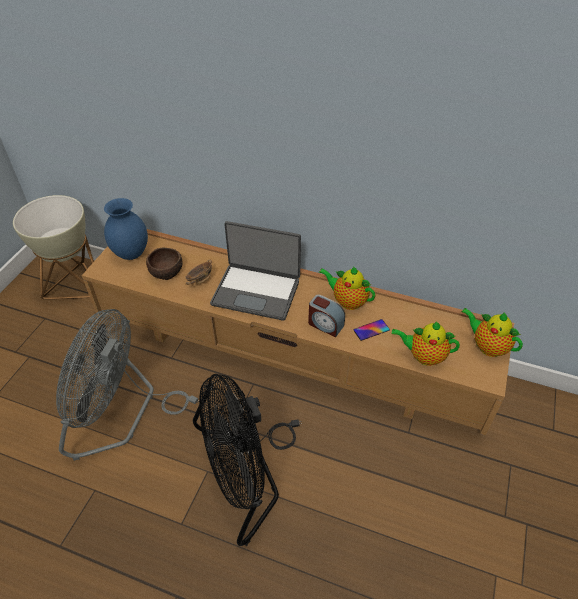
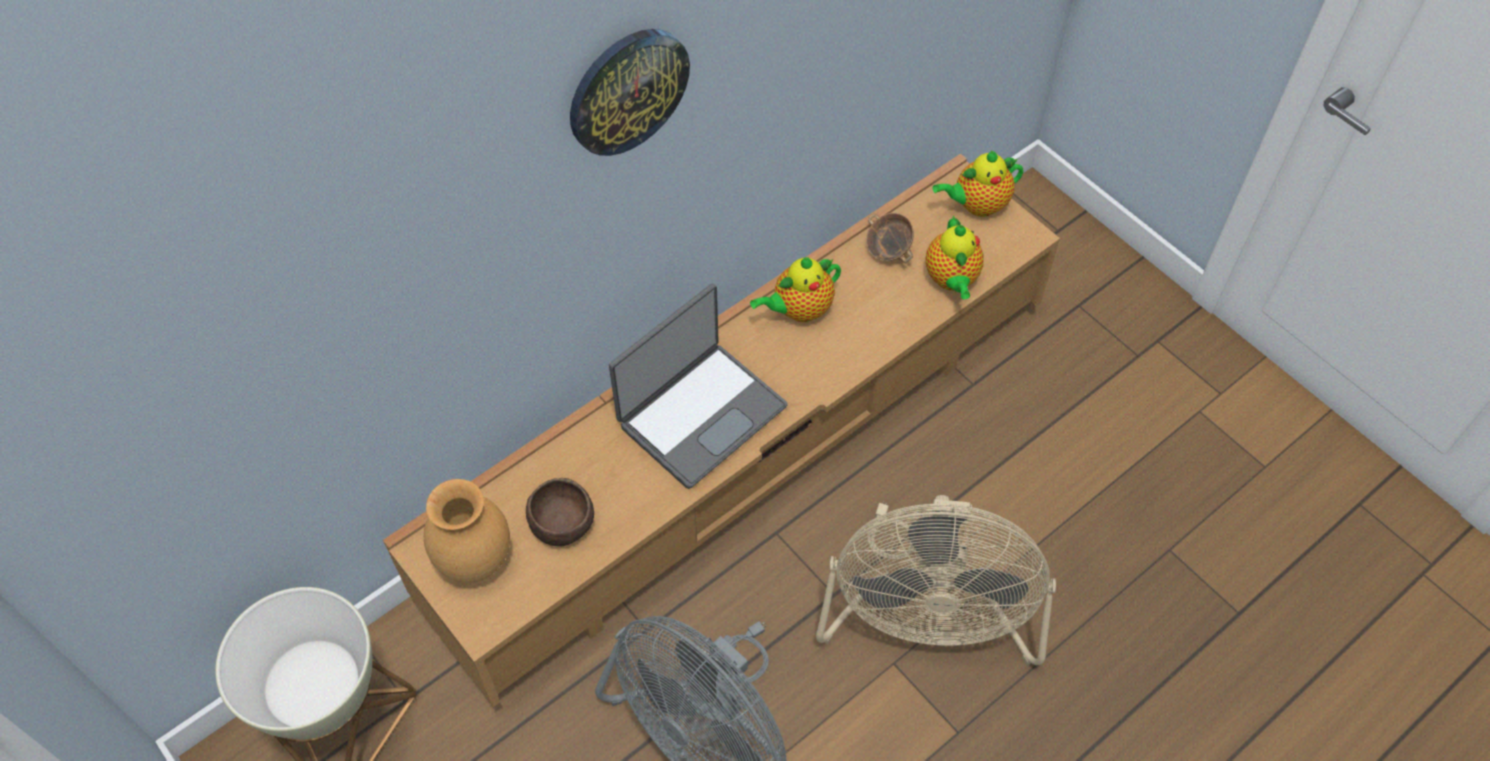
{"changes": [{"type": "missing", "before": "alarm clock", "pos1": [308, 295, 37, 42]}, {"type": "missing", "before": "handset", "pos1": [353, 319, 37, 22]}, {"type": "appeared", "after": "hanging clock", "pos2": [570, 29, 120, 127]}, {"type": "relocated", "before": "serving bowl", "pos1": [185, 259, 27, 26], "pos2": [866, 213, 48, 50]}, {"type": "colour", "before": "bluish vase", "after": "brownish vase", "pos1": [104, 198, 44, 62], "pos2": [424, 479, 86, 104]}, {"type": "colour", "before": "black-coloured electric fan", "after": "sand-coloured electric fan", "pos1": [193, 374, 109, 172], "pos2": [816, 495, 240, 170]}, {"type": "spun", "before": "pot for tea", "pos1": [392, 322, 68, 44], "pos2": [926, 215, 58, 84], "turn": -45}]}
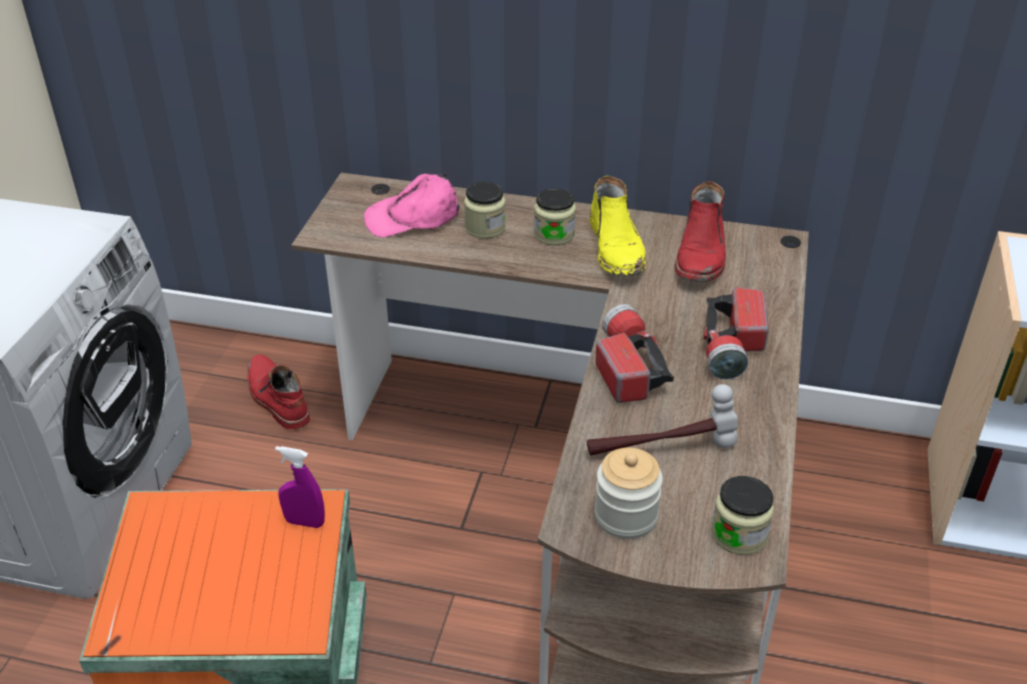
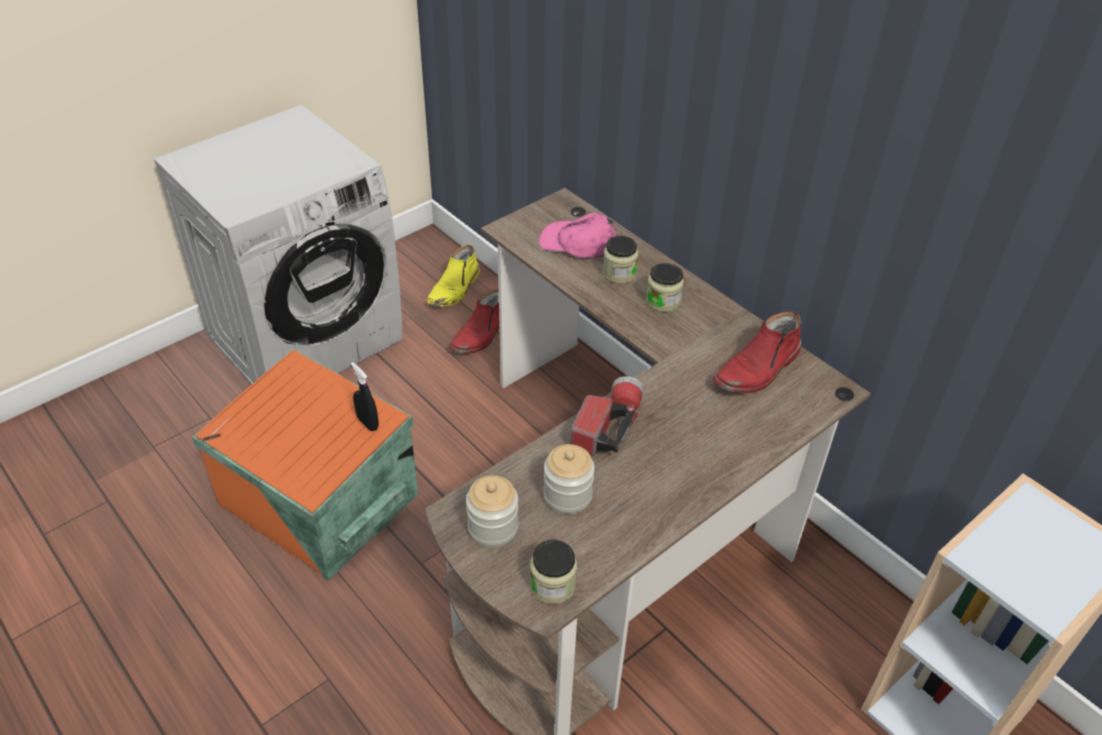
{"changes": [{"type": "missing", "before": "flashlight", "pos1": [703, 287, 66, 92]}, {"type": "relocated", "before": "yellow-coloured boot", "pos1": [590, 176, 56, 100], "pos2": [426, 245, 54, 62]}, {"type": "exchanged", "before": "hammer", "after": "preserve jar", "pos1": [587, 384, 151, 71], "pos2": [543, 444, 52, 70]}, {"type": "colour", "before": "purple-coloured spray bottle", "after": "black-coloured spray bottle", "pos1": [275, 446, 50, 82], "pos2": [351, 362, 28, 69]}, {"type": "spun", "before": "red-coloured boot", "pos1": [247, 355, 63, 74], "pos2": [449, 289, 51, 65], "turn": -150}]}
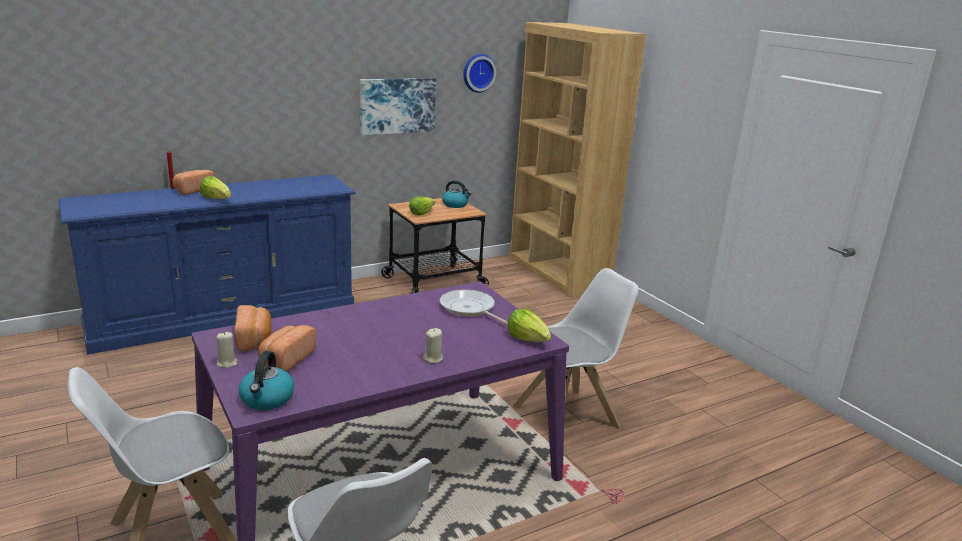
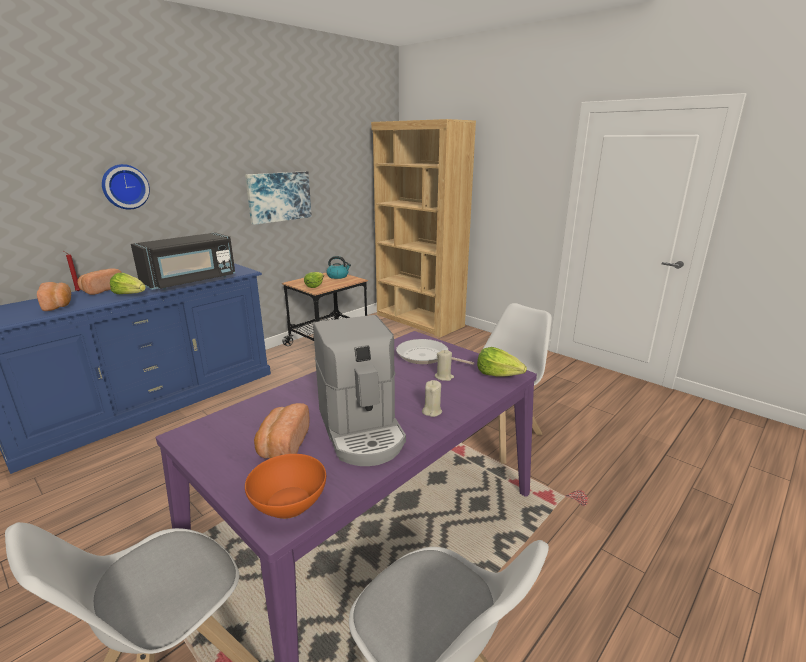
{"changes": [{"type": "appeared", "after": "black-coloured microwave", "pos2": [131, 232, 104, 58]}, {"type": "appeared", "after": "coffee machine", "pos2": [313, 315, 93, 151]}, {"type": "relocated", "before": "sand-coloured candle", "pos1": [216, 332, 21, 36], "pos2": [435, 350, 19, 31]}, {"type": "relocated", "before": "baked bread", "pos1": [235, 305, 37, 46], "pos2": [37, 282, 34, 29]}, {"type": "relocated", "before": "hanging clock", "pos1": [463, 54, 33, 39], "pos2": [102, 164, 48, 46]}, {"type": "exchanged", "before": "water kettle", "after": "orangey serving bowl", "pos1": [239, 351, 55, 59], "pos2": [245, 454, 81, 65]}]}
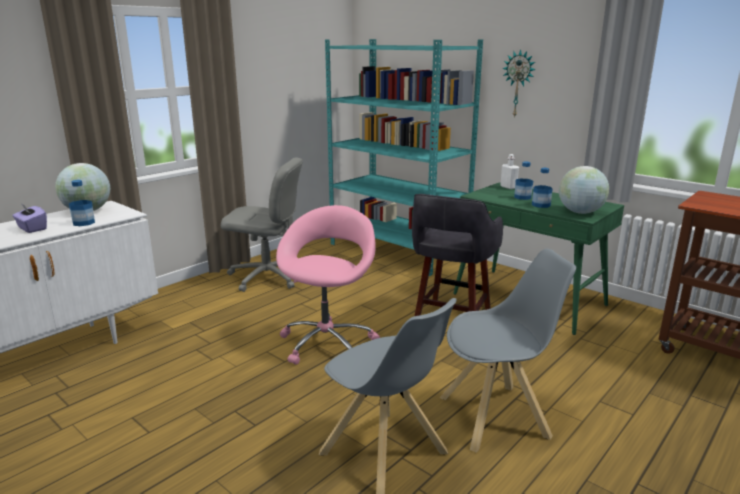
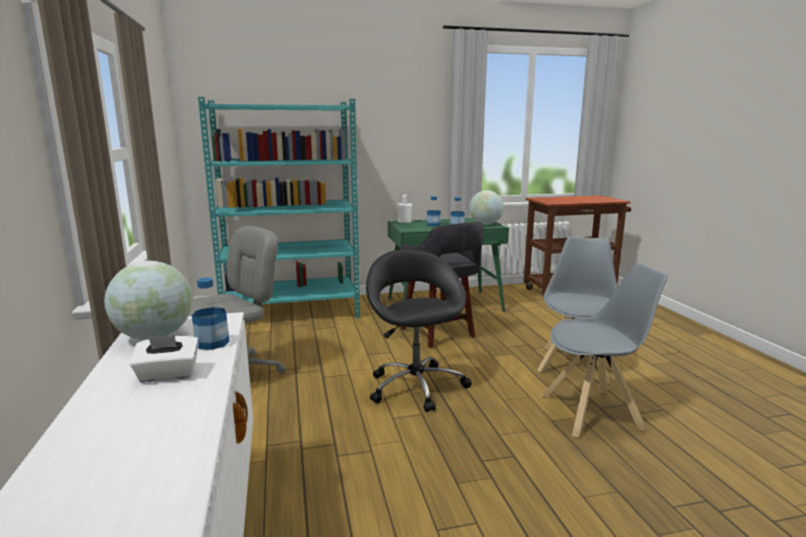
{"changes": [{"type": "missing", "before": "hanging clock", "pos1": [502, 49, 34, 69]}, {"type": "colour", "before": "purple-coloured tissue holder", "after": "white-coloured tissue holder", "pos1": [12, 203, 35, 30], "pos2": [130, 335, 69, 48]}, {"type": "colour", "before": "pink desk chair", "after": "black-coloured desk chair", "pos1": [276, 205, 104, 160], "pos2": [366, 249, 106, 163]}]}
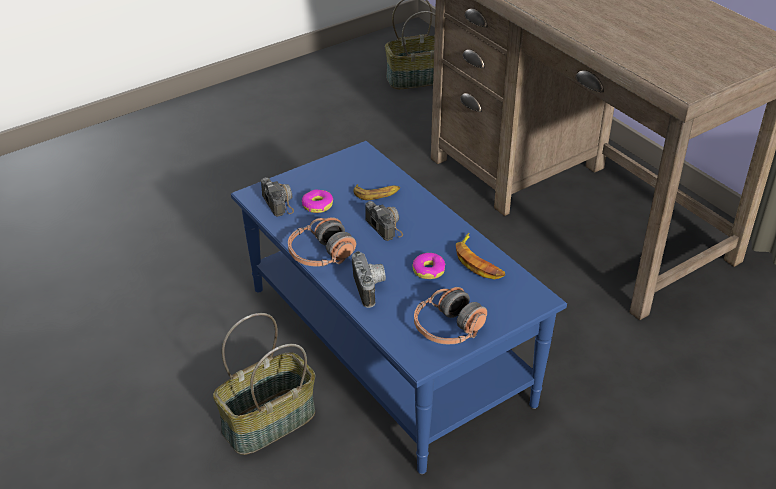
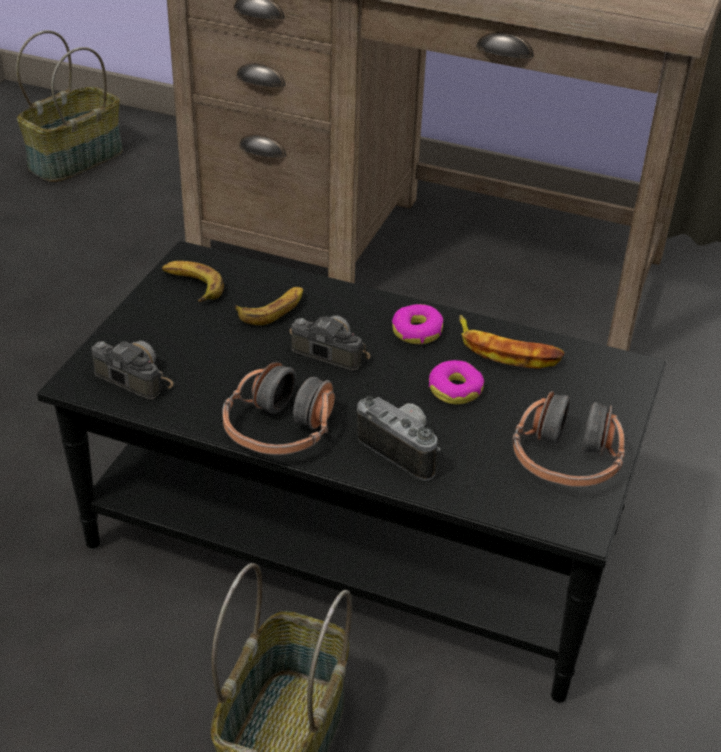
{"changes": [{"type": "appeared", "after": "banana fruit", "pos2": [162, 261, 62, 41]}, {"type": "relocated", "before": "donut", "pos1": [302, 190, 31, 23], "pos2": [392, 304, 51, 40]}, {"type": "colour", "before": "bluish low table", "after": "black-coloured low table", "pos1": [231, 141, 336, 333], "pos2": [37, 240, 629, 463]}]}
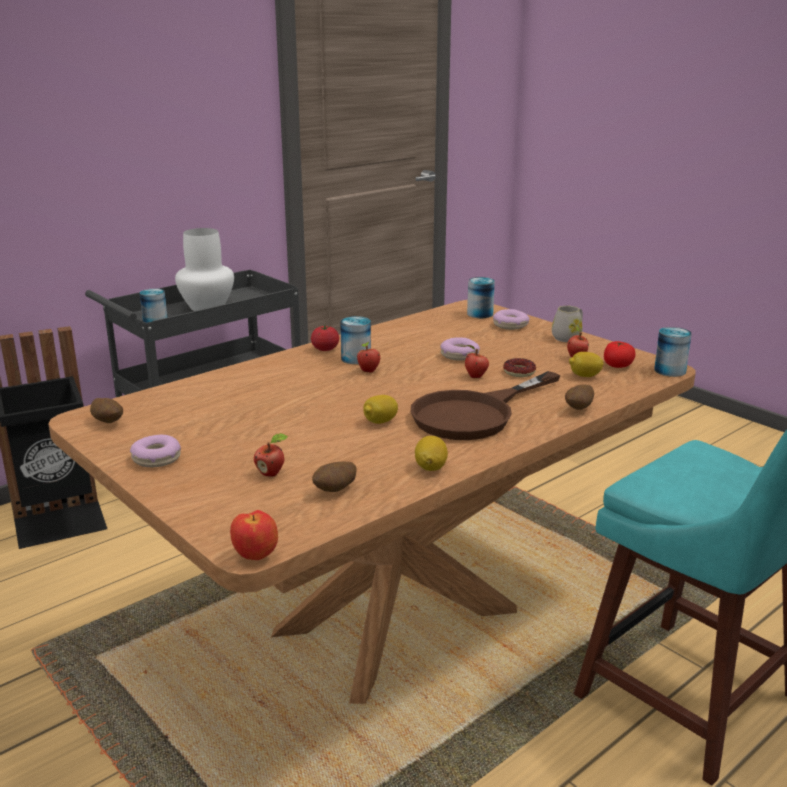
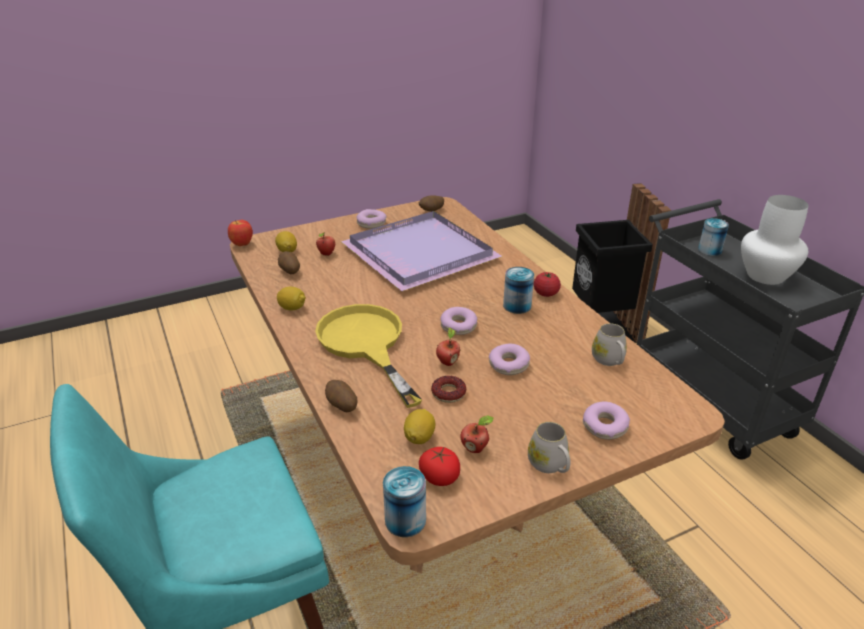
{"changes": [{"type": "missing", "before": "whole apple", "pos1": [357, 342, 23, 31]}, {"type": "missing", "before": "can", "pos1": [467, 277, 28, 41]}, {"type": "appeared", "after": "purple-coloured tray", "pos2": [341, 211, 161, 80]}, {"type": "appeared", "after": "donut", "pos2": [440, 307, 37, 28]}, {"type": "appeared", "after": "white-coloured mug", "pos2": [592, 323, 35, 43]}, {"type": "relocated", "before": "lemon", "pos1": [363, 395, 35, 29], "pos2": [275, 231, 22, 21]}, {"type": "colour", "before": "brownish frying pan", "after": "yellow-coloured frying pan", "pos1": [411, 371, 150, 69], "pos2": [315, 304, 107, 104]}]}
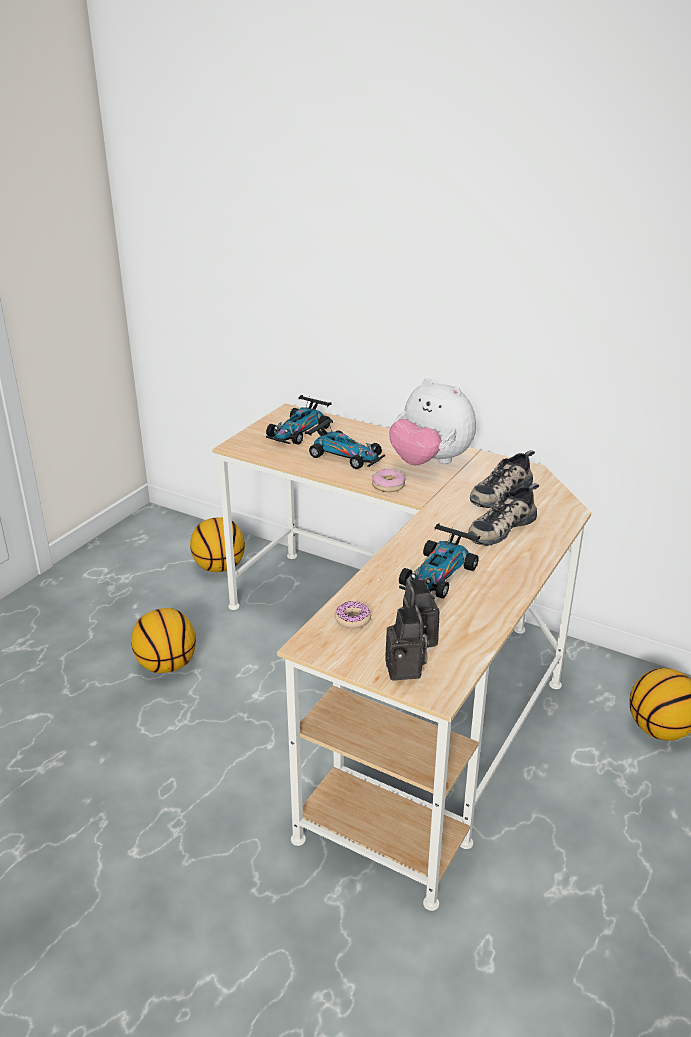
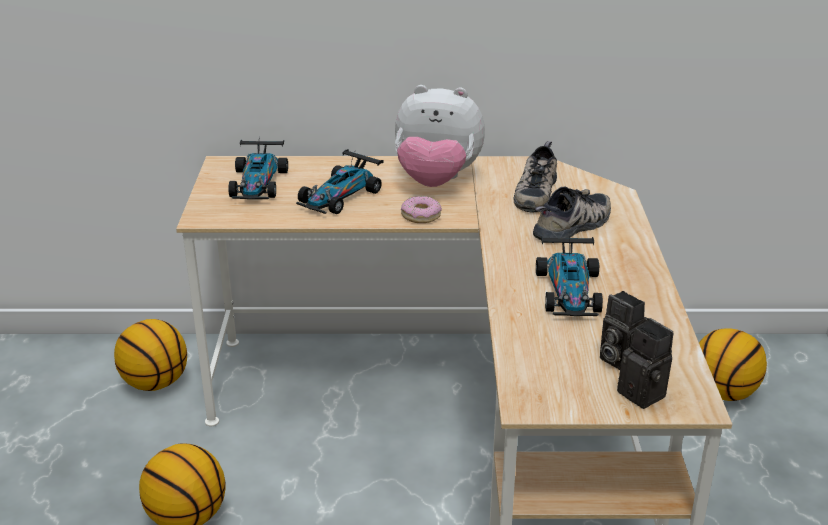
{"changes": [{"type": "missing", "before": "donut", "pos1": [335, 601, 36, 28]}, {"type": "spun", "before": "miniature car", "pos1": [305, 419, 80, 50], "pos2": [296, 149, 88, 65], "turn": 120}, {"type": "spun", "before": "low shoe", "pos1": [468, 483, 71, 63], "pos2": [533, 186, 78, 54], "turn": -150}]}
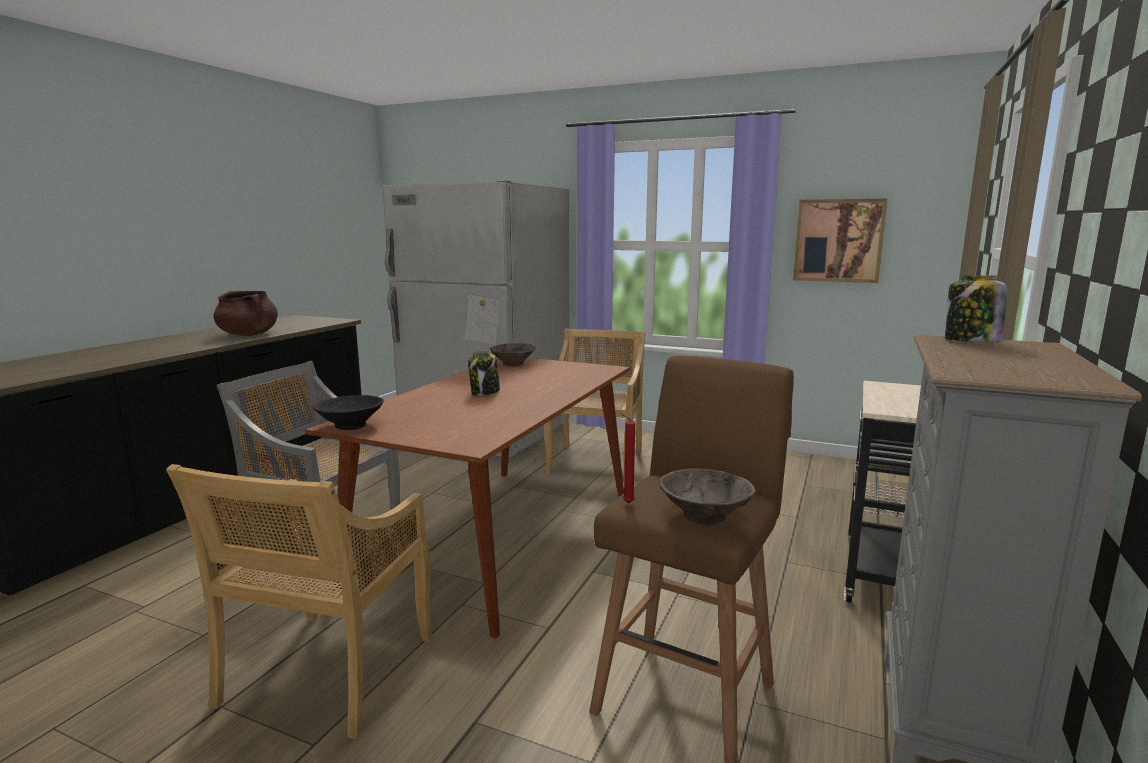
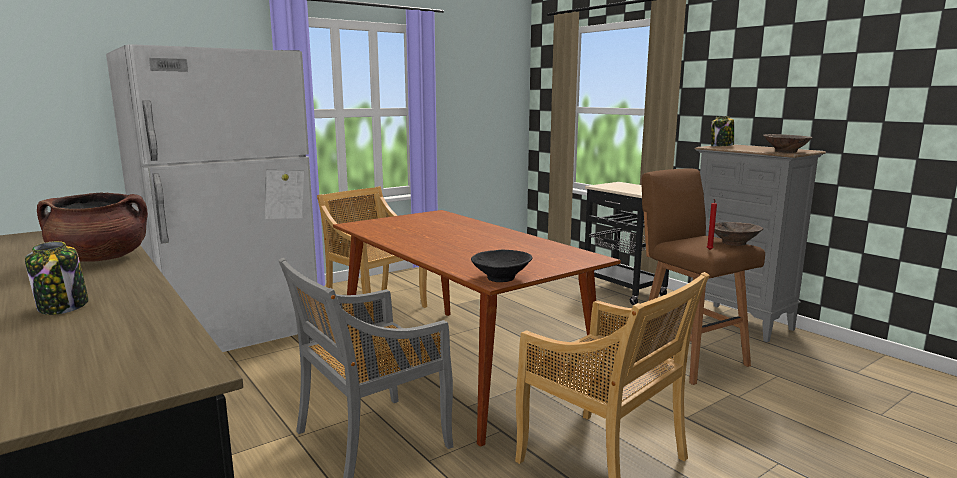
{"changes": [{"type": "missing", "before": "wall art", "pos1": [793, 199, 94, 84]}, {"type": "relocated", "before": "preserve jar", "pos1": [468, 350, 32, 46], "pos2": [25, 241, 64, 74]}, {"type": "relocated", "before": "brownish serving bowl", "pos1": [490, 343, 45, 23], "pos2": [763, 134, 50, 19]}]}
